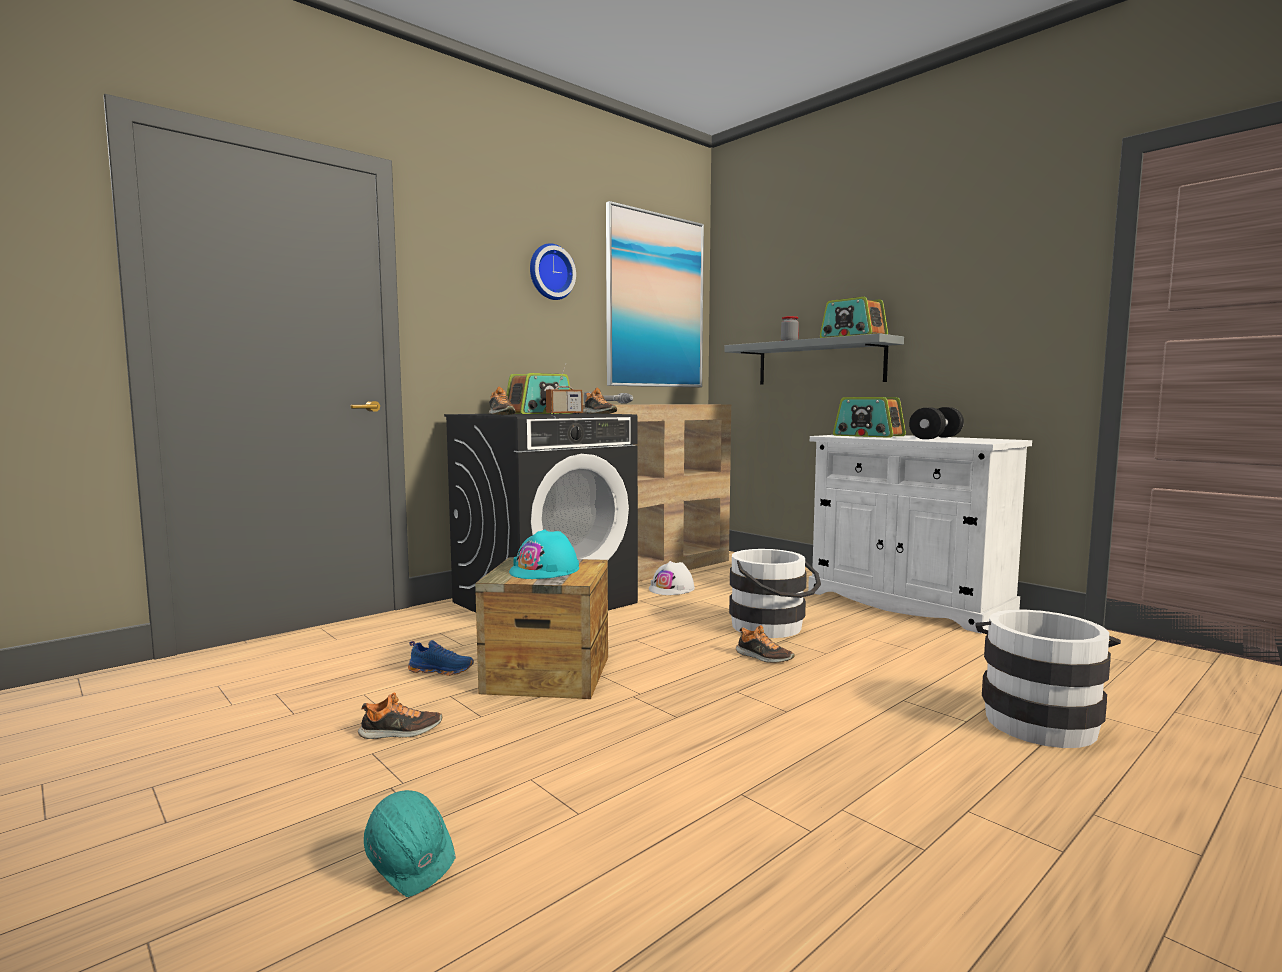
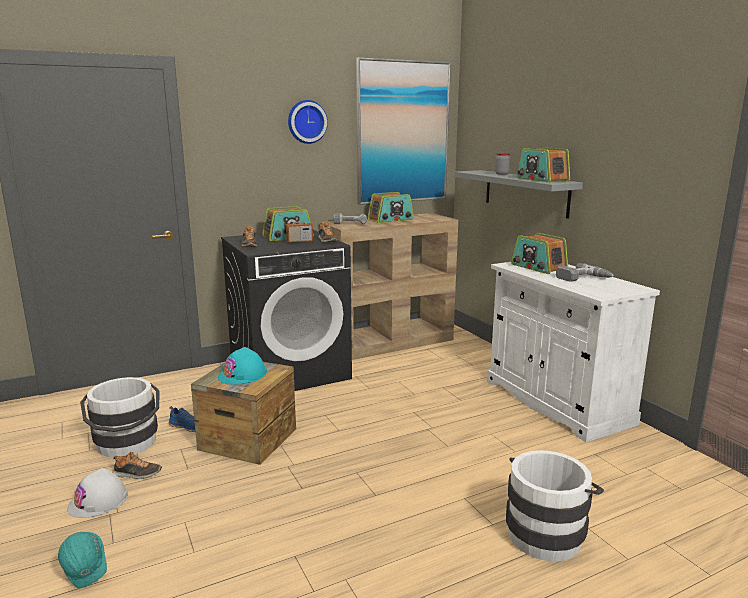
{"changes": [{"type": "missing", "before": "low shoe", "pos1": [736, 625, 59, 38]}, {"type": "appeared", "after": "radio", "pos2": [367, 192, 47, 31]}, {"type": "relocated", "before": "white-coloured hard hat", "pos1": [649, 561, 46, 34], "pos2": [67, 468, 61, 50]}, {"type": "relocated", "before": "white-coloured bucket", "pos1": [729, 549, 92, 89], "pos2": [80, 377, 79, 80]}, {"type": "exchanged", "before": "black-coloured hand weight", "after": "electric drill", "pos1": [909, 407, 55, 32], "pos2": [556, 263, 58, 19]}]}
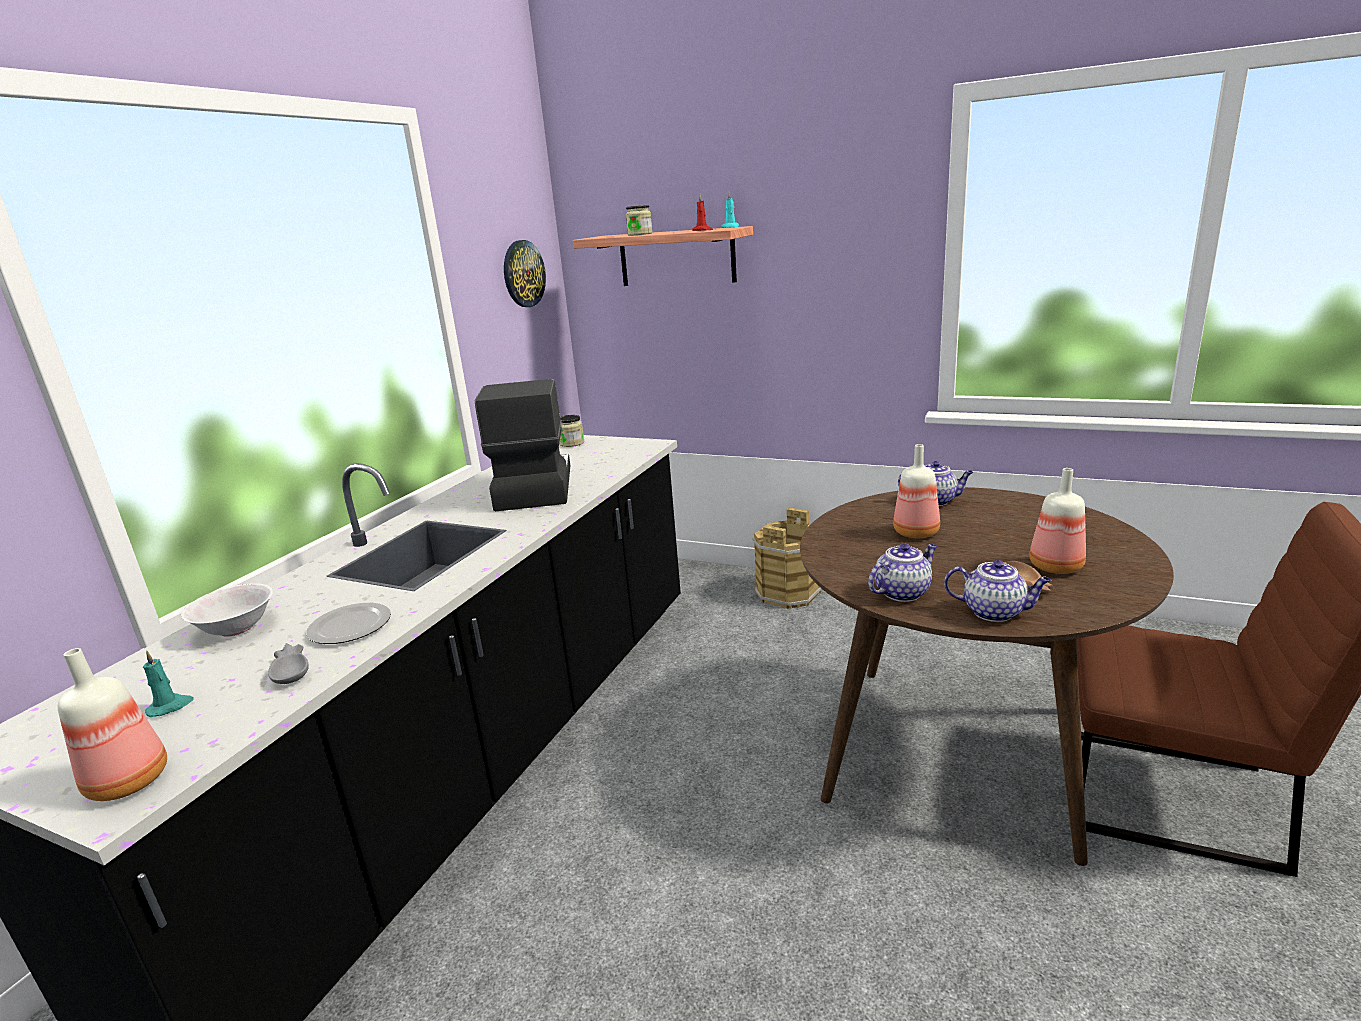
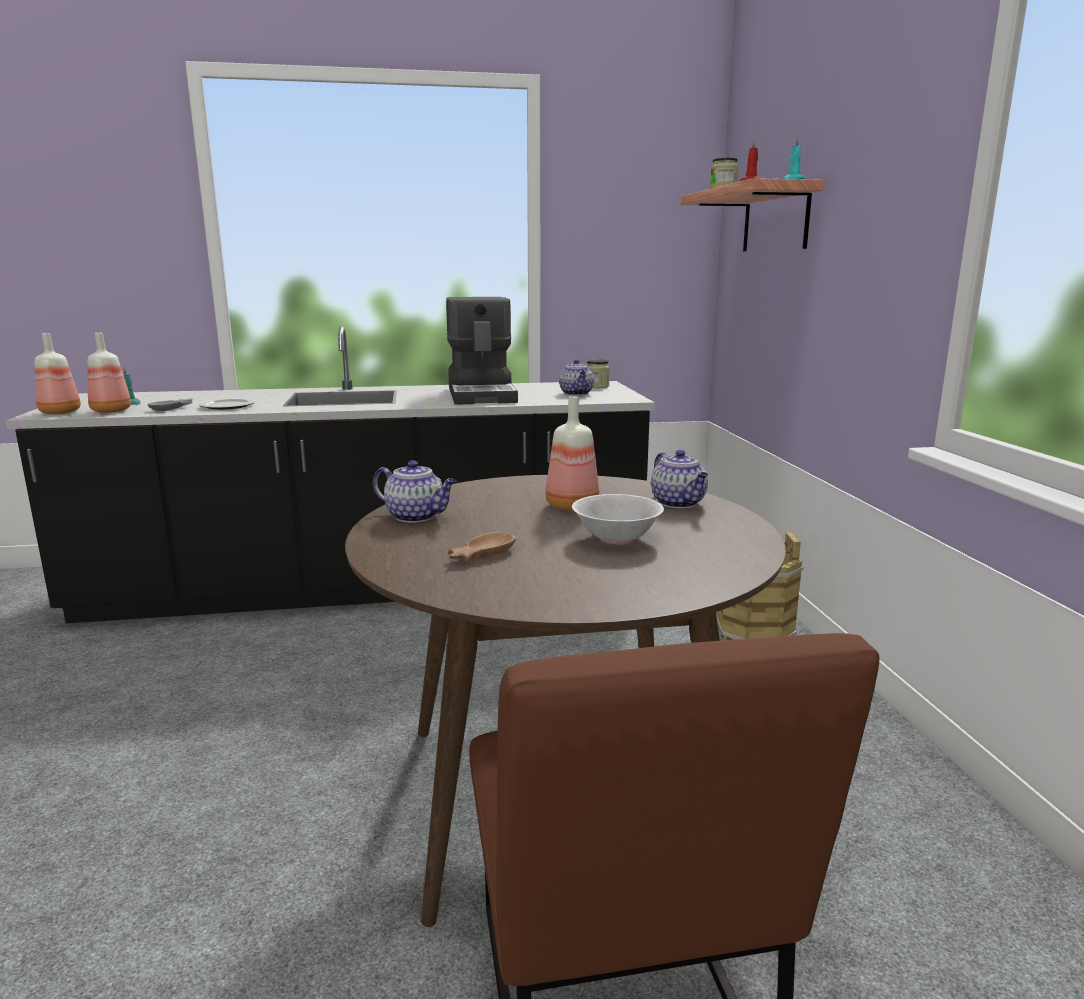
{"changes": [{"type": "missing", "before": "hanging clock", "pos1": [504, 240, 42, 67]}, {"type": "relocated", "before": "white-coloured serving bowl", "pos1": [181, 583, 92, 54], "pos2": [572, 494, 92, 51]}, {"type": "relocated", "before": "pot for tea", "pos1": [944, 560, 107, 62], "pos2": [559, 359, 35, 37]}, {"type": "relocated", "before": "bottle", "pos1": [1029, 468, 57, 106], "pos2": [87, 333, 44, 80]}, {"type": "spun", "before": "coffee machine", "pos1": [475, 379, 95, 133], "pos2": [446, 297, 72, 108], "turn": 120}]}
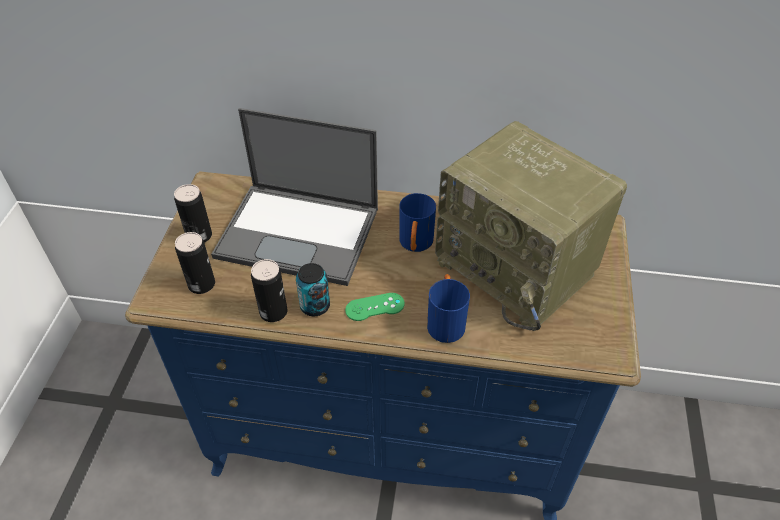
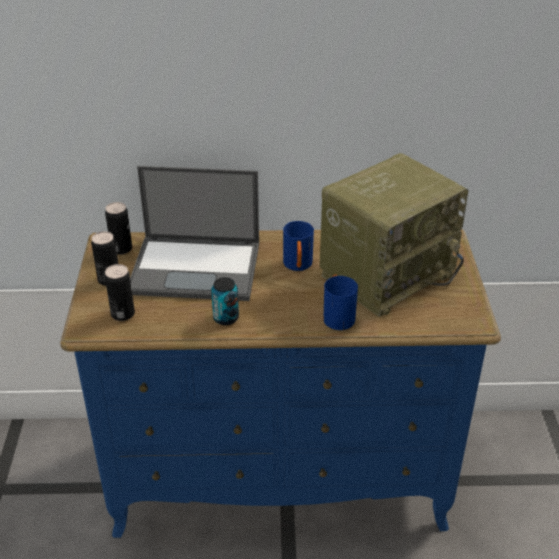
{"changes": [{"type": "missing", "before": "green gamepad", "pos1": [345, 293, 60, 28]}, {"type": "relocated", "before": "can", "pos1": [251, 259, 37, 63], "pos2": [105, 202, 27, 53]}, {"type": "spun", "before": "radio", "pos1": [435, 121, 192, 210], "pos2": [320, 153, 149, 164], "turn": -75}]}
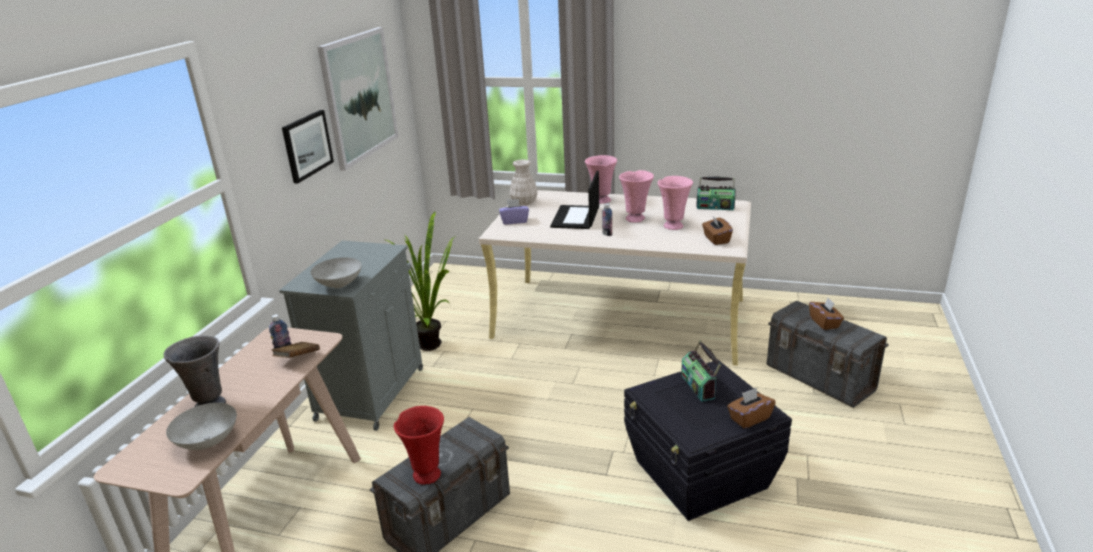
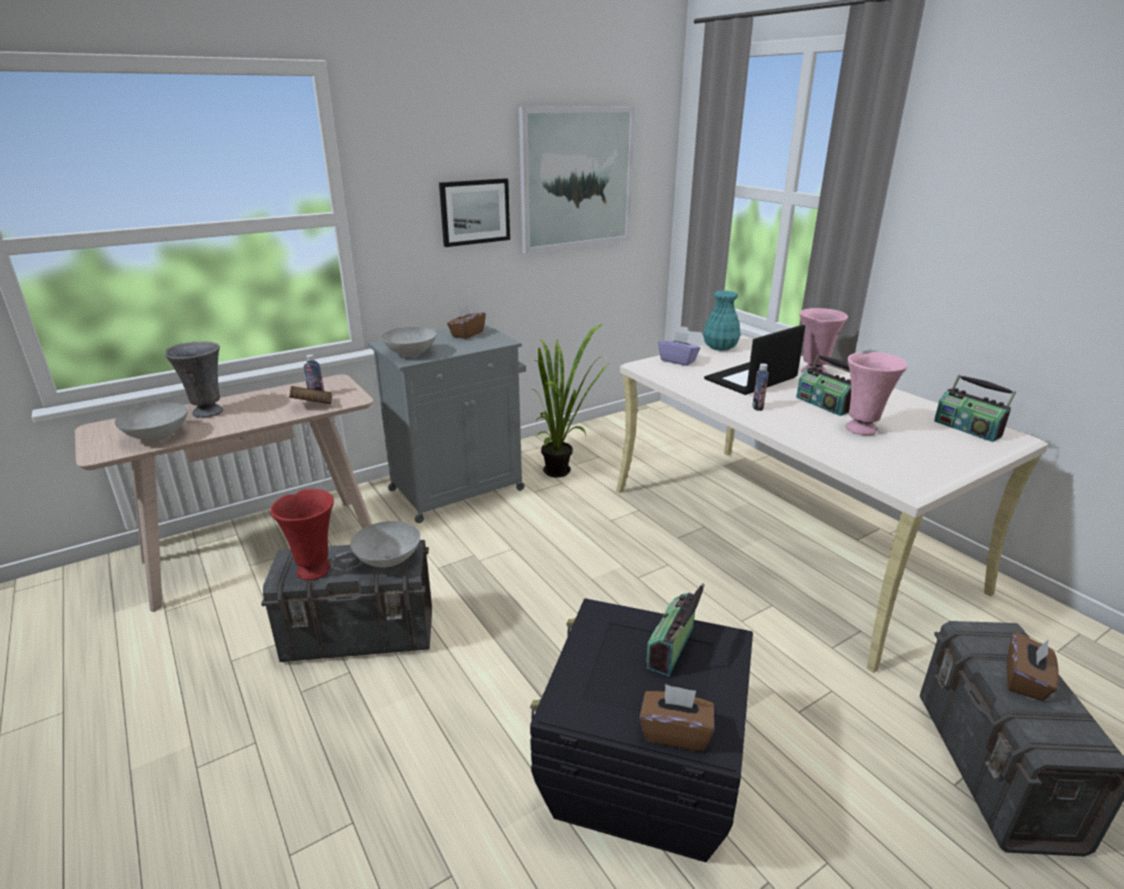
{"changes": [{"type": "appeared", "after": "grey serving bowl", "pos2": [350, 521, 70, 46]}, {"type": "relocated", "before": "brownish tissue holder", "pos1": [702, 216, 31, 29], "pos2": [447, 305, 39, 34]}, {"type": "exchanged", "before": "pink vase", "after": "radio", "pos1": [619, 170, 35, 53], "pos2": [796, 355, 55, 61]}, {"type": "colour", "before": "white-coloured vase", "after": "blue-green vase", "pos1": [509, 159, 29, 47], "pos2": [703, 291, 38, 60]}]}
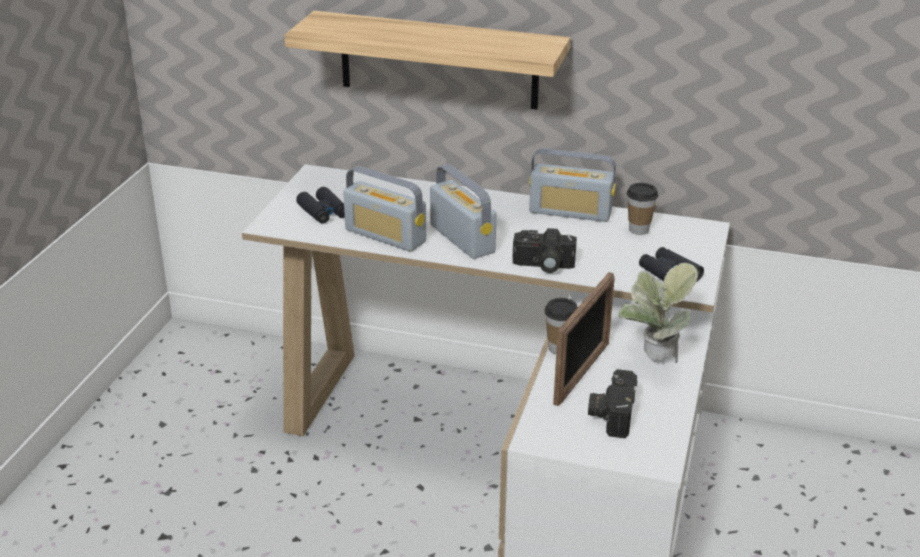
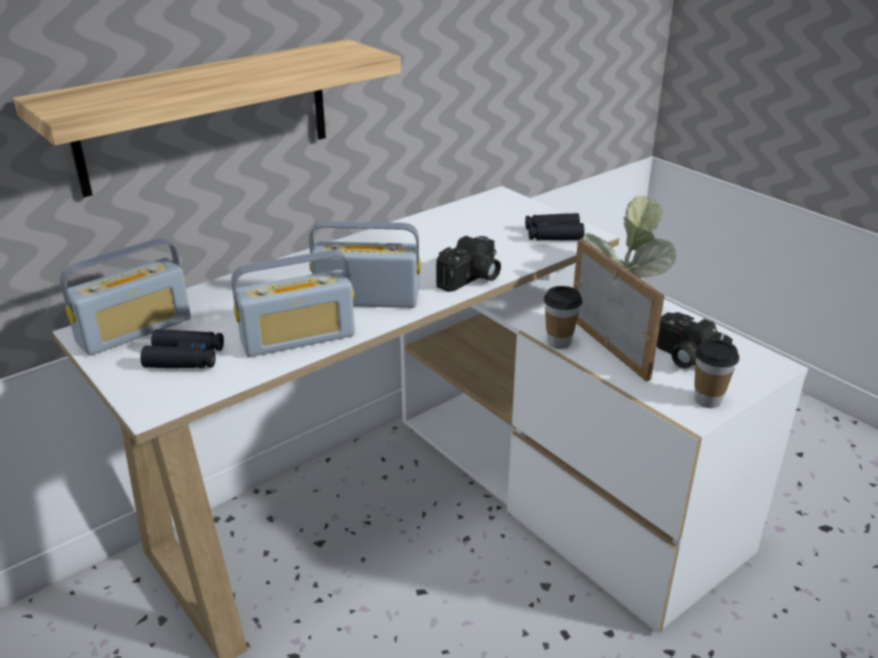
{"changes": [{"type": "relocated", "before": "radio", "pos1": [529, 149, 87, 73], "pos2": [60, 238, 131, 118]}, {"type": "relocated", "before": "drinking cup", "pos1": [627, 183, 31, 52], "pos2": [694, 339, 45, 69]}]}
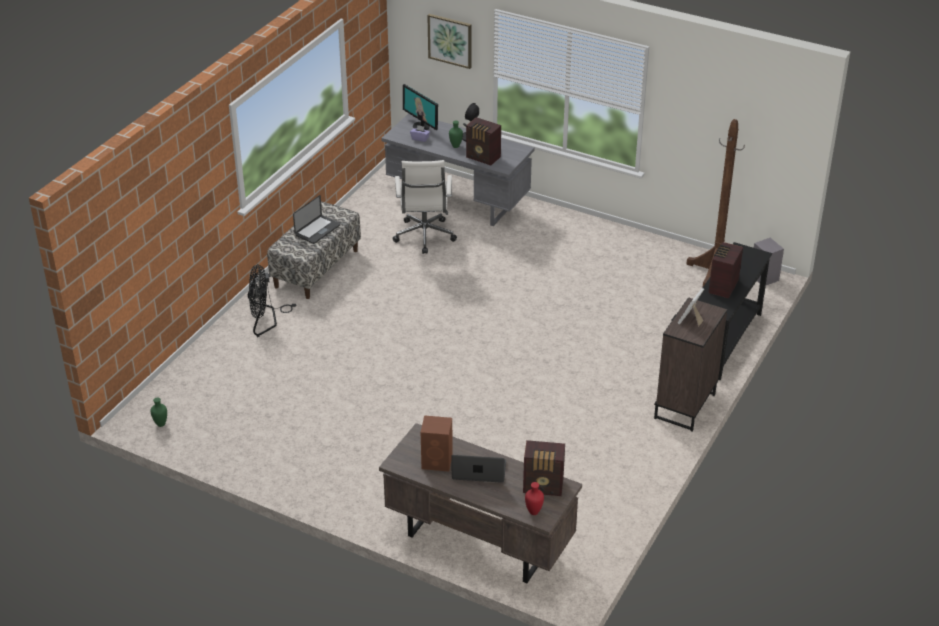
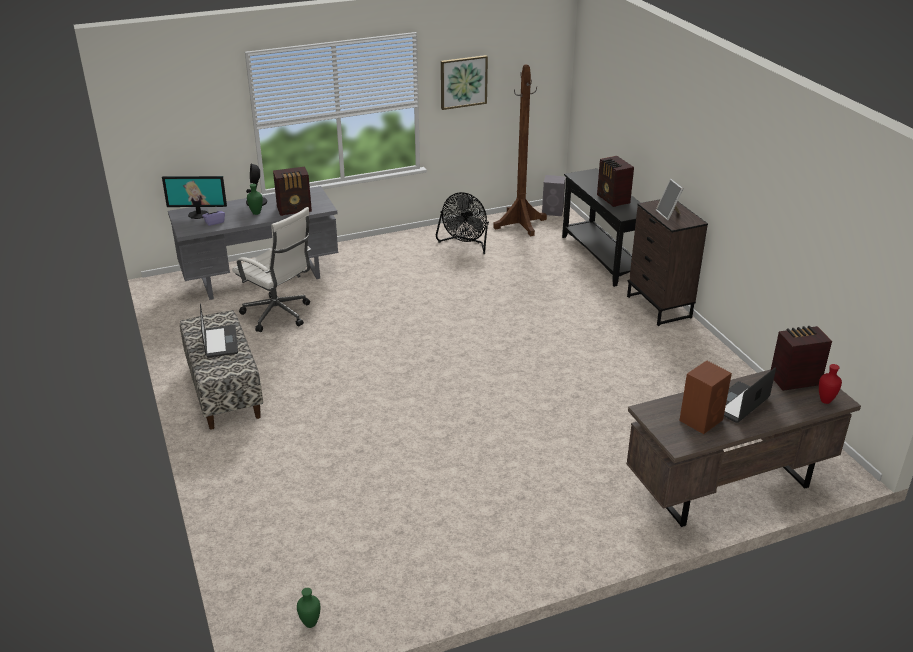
{"changes": [{"type": "relocated", "before": "black-coloured electric fan", "pos1": [248, 264, 49, 73], "pos2": [436, 192, 53, 62]}, {"type": "relocated", "before": "wall art", "pos1": [427, 14, 45, 55], "pos2": [441, 55, 47, 55]}, {"type": "spun", "before": "radio", "pos1": [523, 440, 42, 56], "pos2": [770, 326, 62, 65], "turn": -150}]}
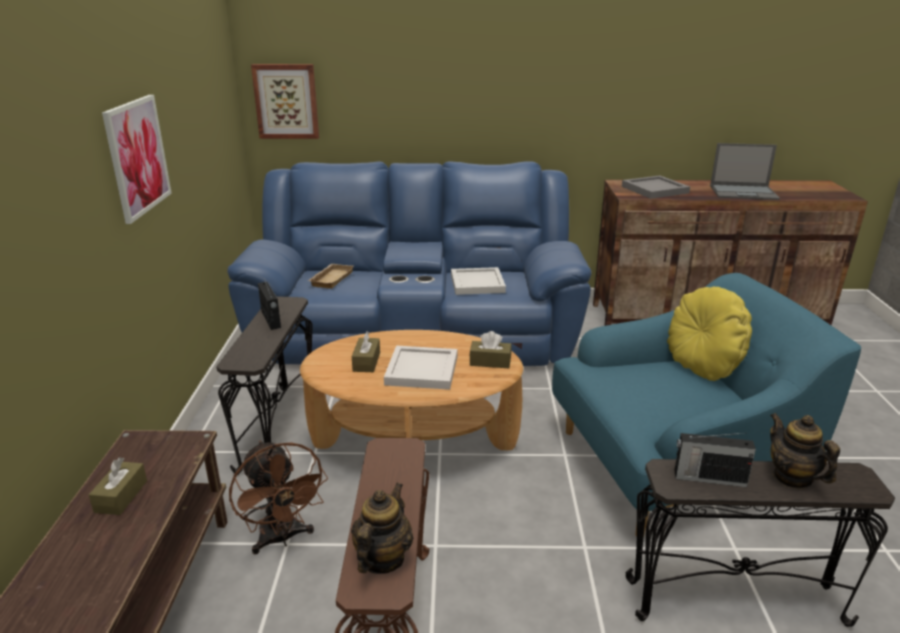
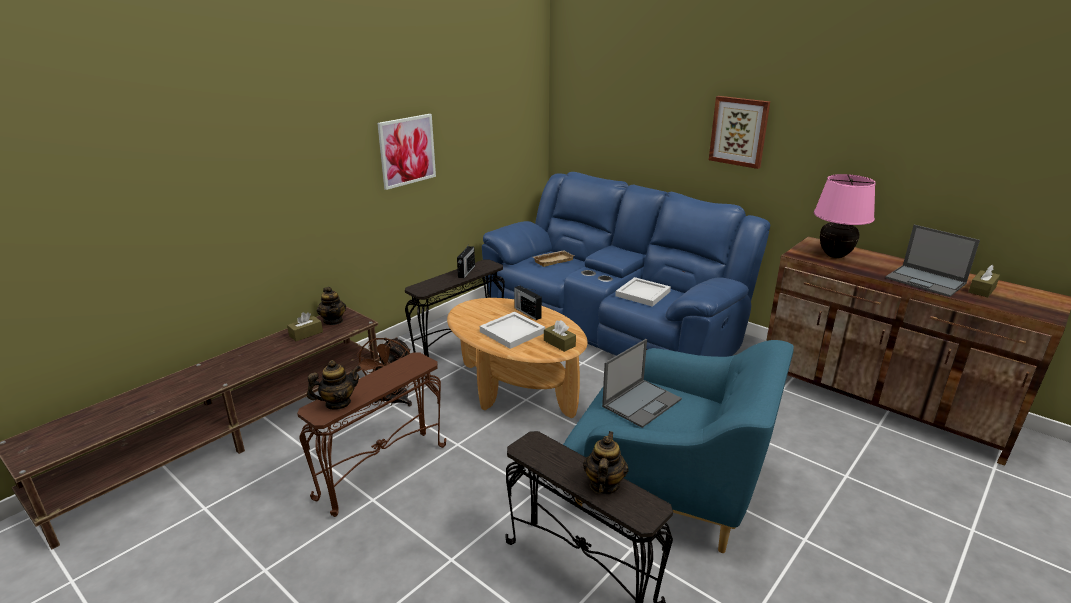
{"changes": [{"type": "missing", "before": "yellow-coloured cushion", "pos1": [667, 287, 85, 94]}, {"type": "appeared", "after": "pot for tea", "pos2": [317, 287, 29, 38]}, {"type": "appeared", "after": "laptop", "pos2": [602, 339, 80, 89]}, {"type": "relocated", "before": "wall art", "pos1": [251, 64, 68, 75], "pos2": [709, 96, 61, 73]}, {"type": "relocated", "before": "brownish tissue holder", "pos1": [352, 331, 28, 41], "pos2": [968, 265, 32, 32]}, {"type": "relocated", "before": "radio", "pos1": [674, 433, 82, 54], "pos2": [514, 286, 28, 34]}, {"type": "exchanged", "before": "grey tray", "after": "pink table lamp", "pos1": [622, 175, 68, 24], "pos2": [814, 174, 62, 84]}]}
